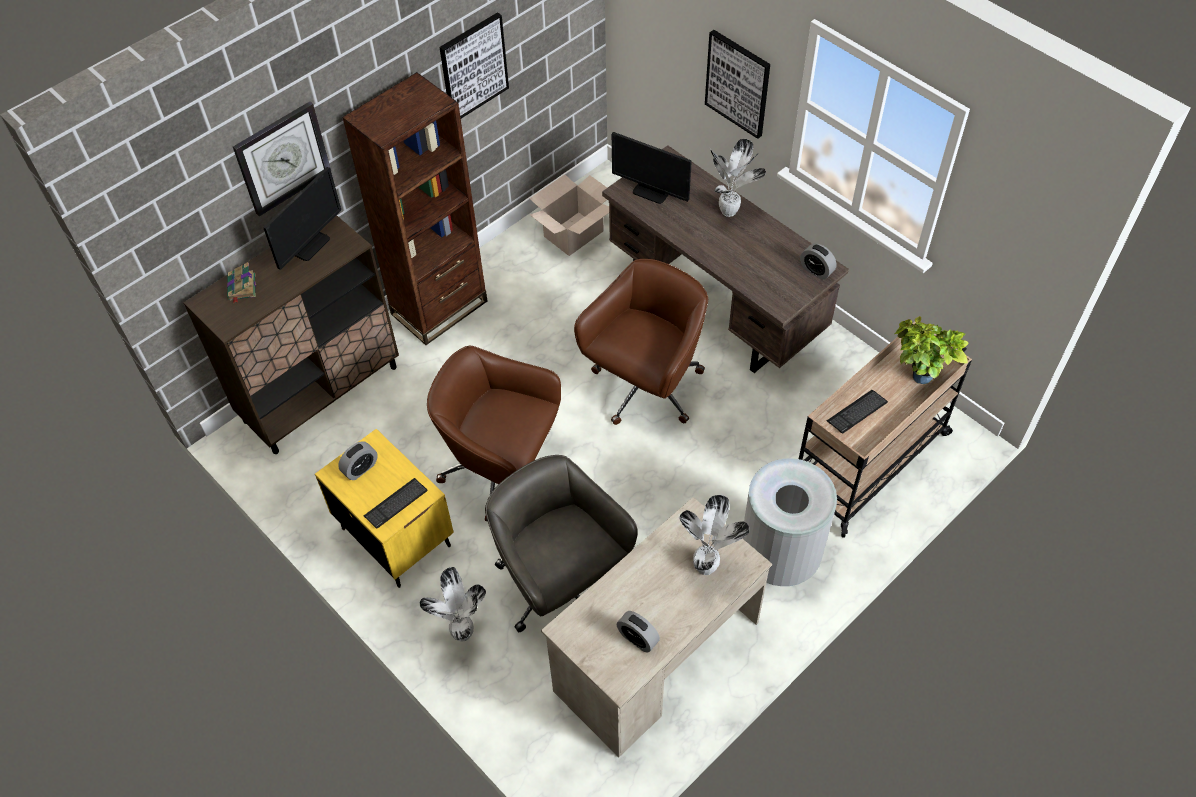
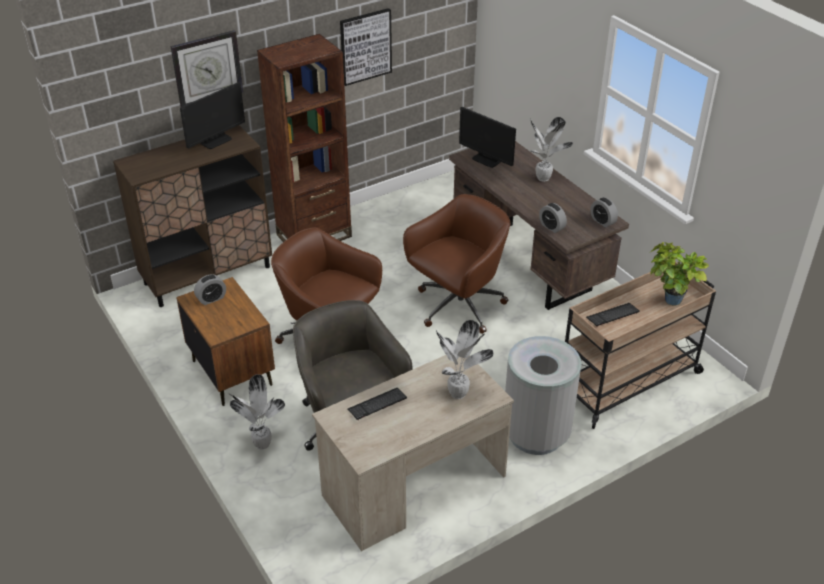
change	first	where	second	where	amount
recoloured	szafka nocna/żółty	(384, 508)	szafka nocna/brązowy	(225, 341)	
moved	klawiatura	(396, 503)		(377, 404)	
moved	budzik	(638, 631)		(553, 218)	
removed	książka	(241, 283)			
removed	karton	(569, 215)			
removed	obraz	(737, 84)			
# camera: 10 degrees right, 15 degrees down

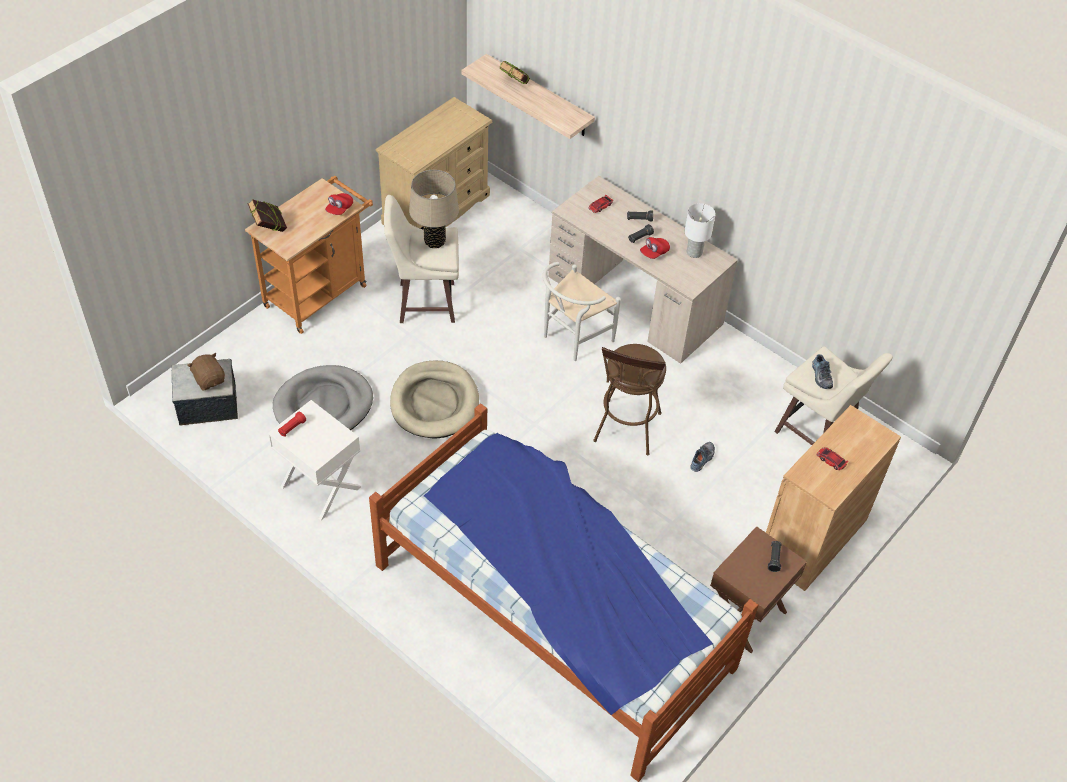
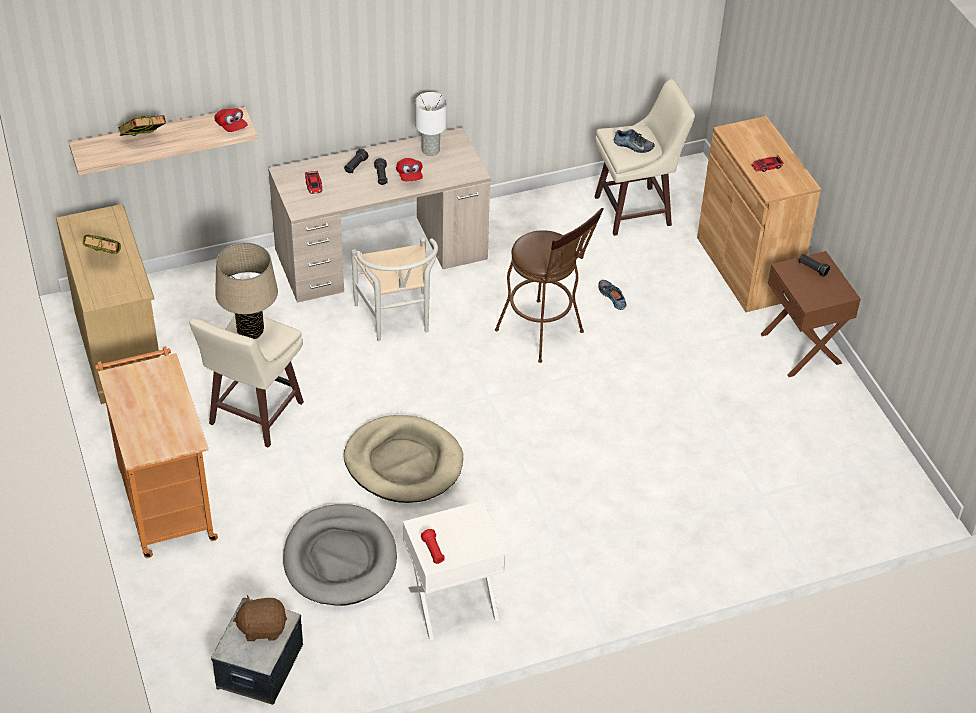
change	first	where	second	where	amount
moved	książka	(267, 215)		(102, 244)	
moved	czapka z daszkiem/czerwony	(339, 204)		(230, 120)	
removed	łóżko	(564, 592)			
# camera: 60 degrees left, 5 degrees down

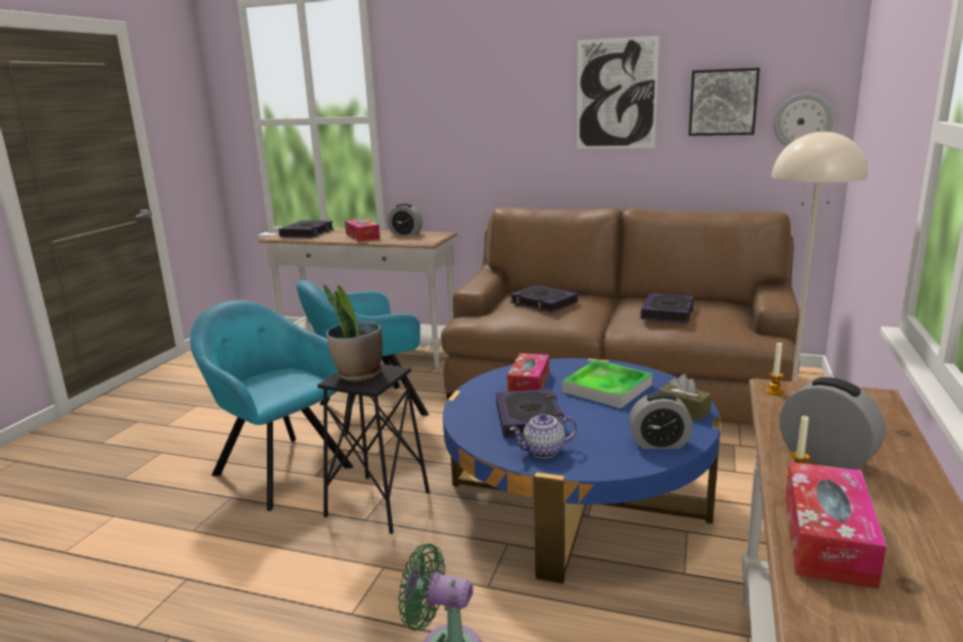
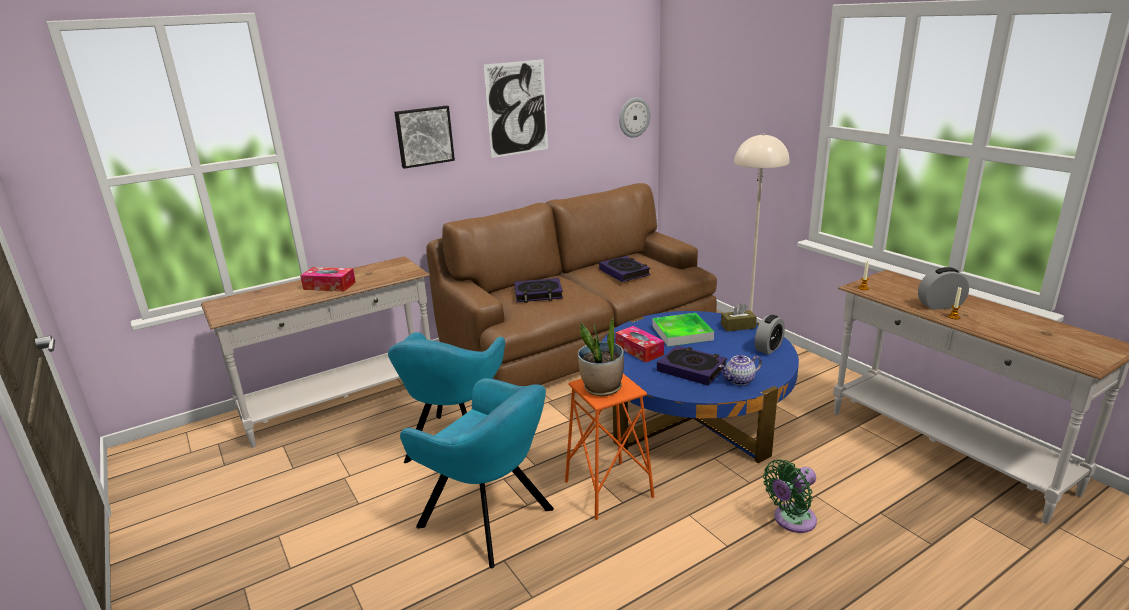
change	first	where	second	where	amount
moved	obraz	(724, 102)		(424, 137)	
turned	fotel/turkusowy	(271, 405)		(477, 473)	135 degrees counterclockwise
recoloured	stołek/czarny	(374, 449)	stołek/pomarańczowy	(609, 447)	
turned	imbryk	(543, 435)		(740, 369)	45 degrees clockwise
removed	książka	(306, 229)			
removed	budzik	(405, 219)			
removed	pudełko chusteczek	(836, 525)			
# camera: 50 degrees left, 5 degrees up

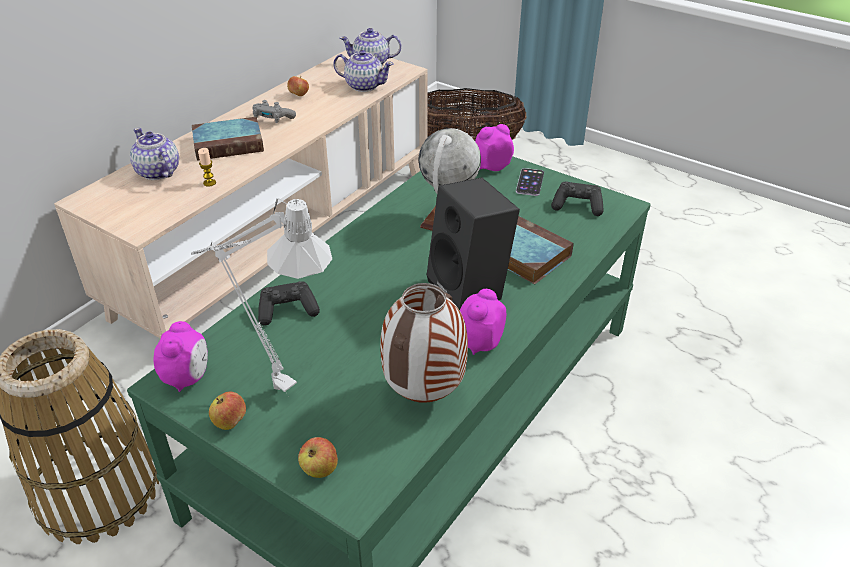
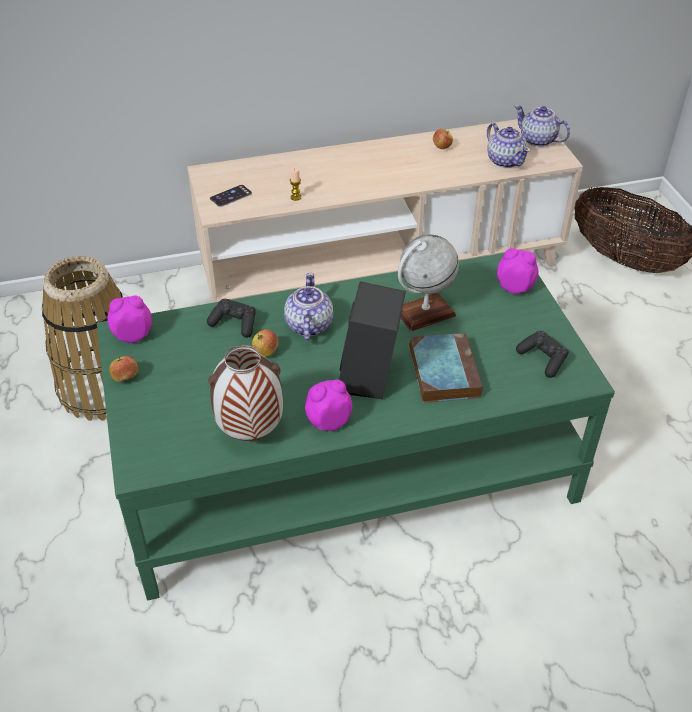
change	first	where	second	where	amount
turned	budzik	(180, 356)		(129, 319)	150 degrees counterclockwise
moved	telefon	(530, 182)		(231, 196)	
moved	jabłko	(318, 457)		(265, 343)	
moved	imbryk	(154, 154)		(308, 307)	
removed	lampa stołowa/szary	(261, 295)			
removed	książka	(228, 139)			
removed	pad do gier/szary	(274, 111)			
# camera: 40 degrees right, 5 degrees up

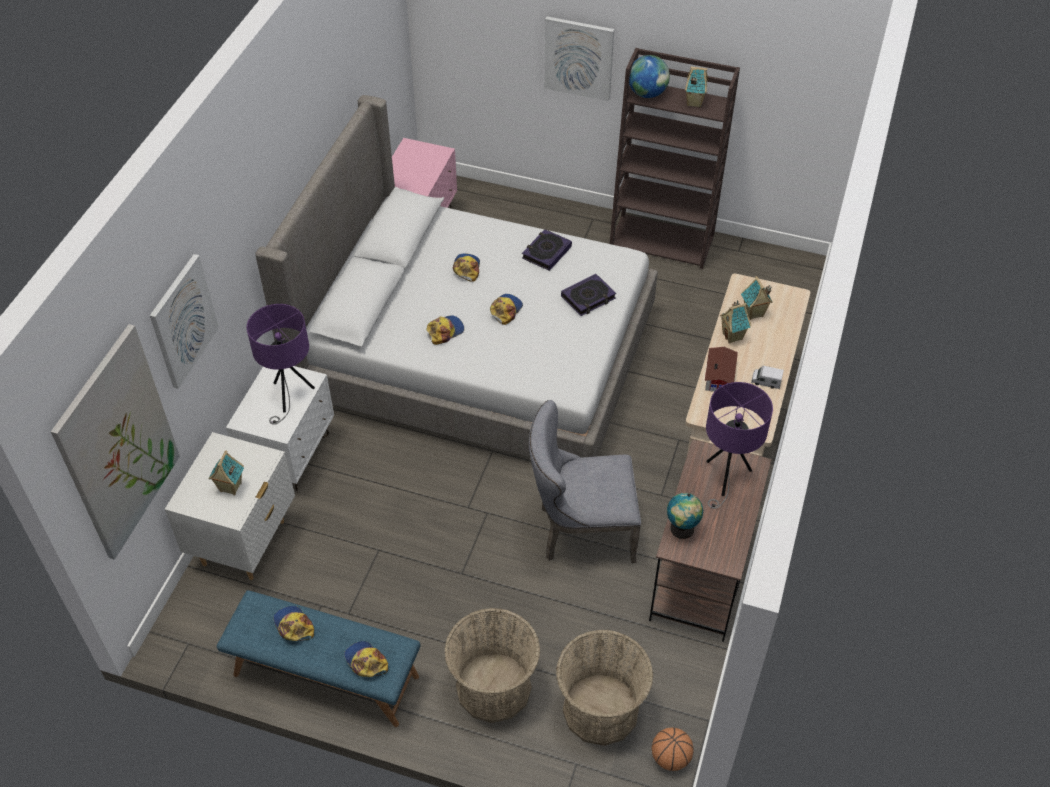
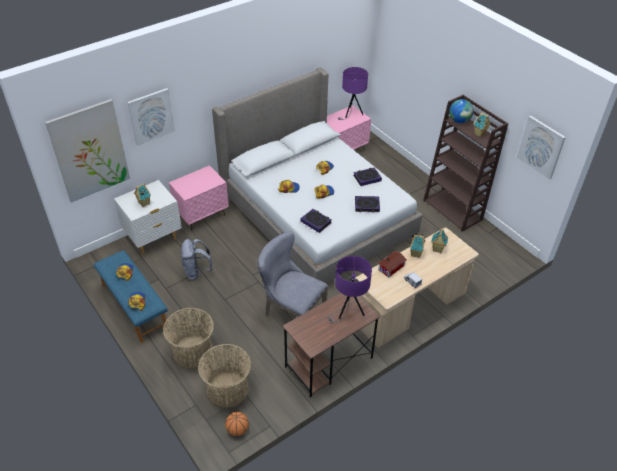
change	first	where	second	where	amount
recoloured	szafka nocna/biały	(280, 428)	szafka nocna/różowy	(199, 197)	
added			plecak/szary	(197, 259)	
added			książka	(316, 221)	
moved	lampa stołowa/fioletowy	(281, 364)		(353, 93)	
moved	obraz	(579, 58)		(541, 148)	
removed	globus	(685, 516)			
# camera: 35 degrees right, 5 degrees down

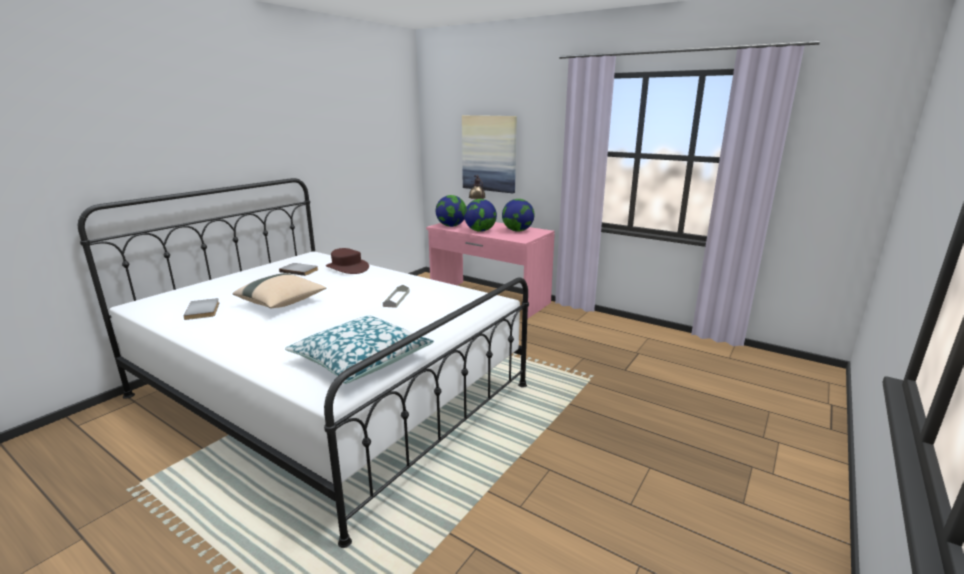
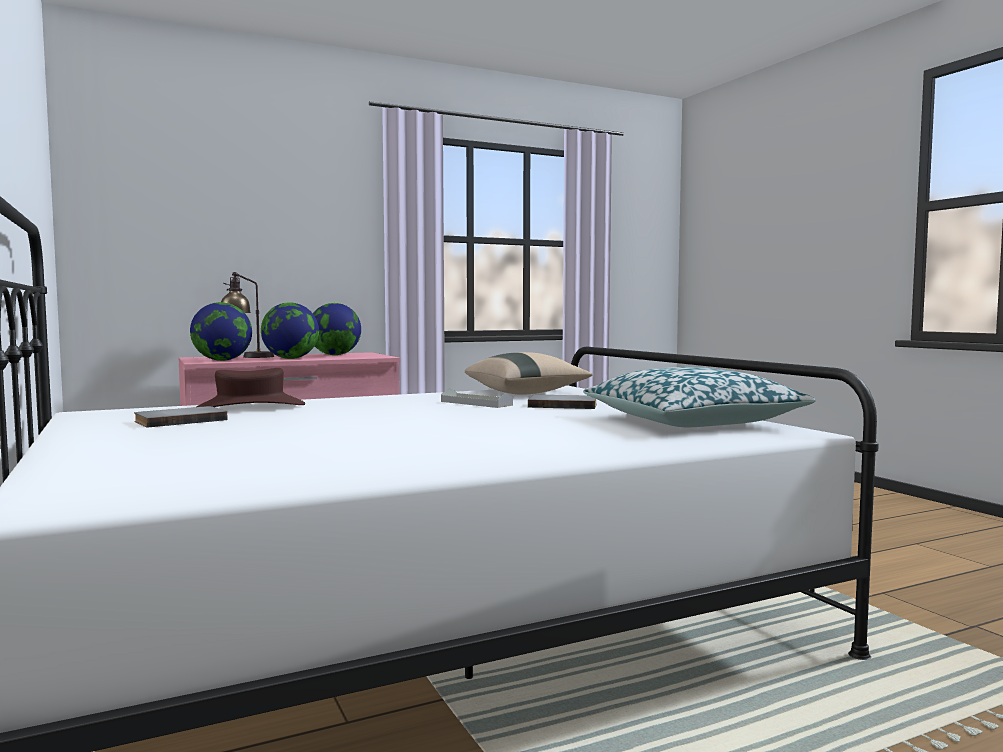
change	first	where	second	where	amount
moved	poduszka/beżowy	(279, 290)		(529, 373)	
moved	książka/szary	(201, 309)		(562, 402)	
removed	obraz	(489, 154)			
# camera: 60 degrees left, 15 degrees down

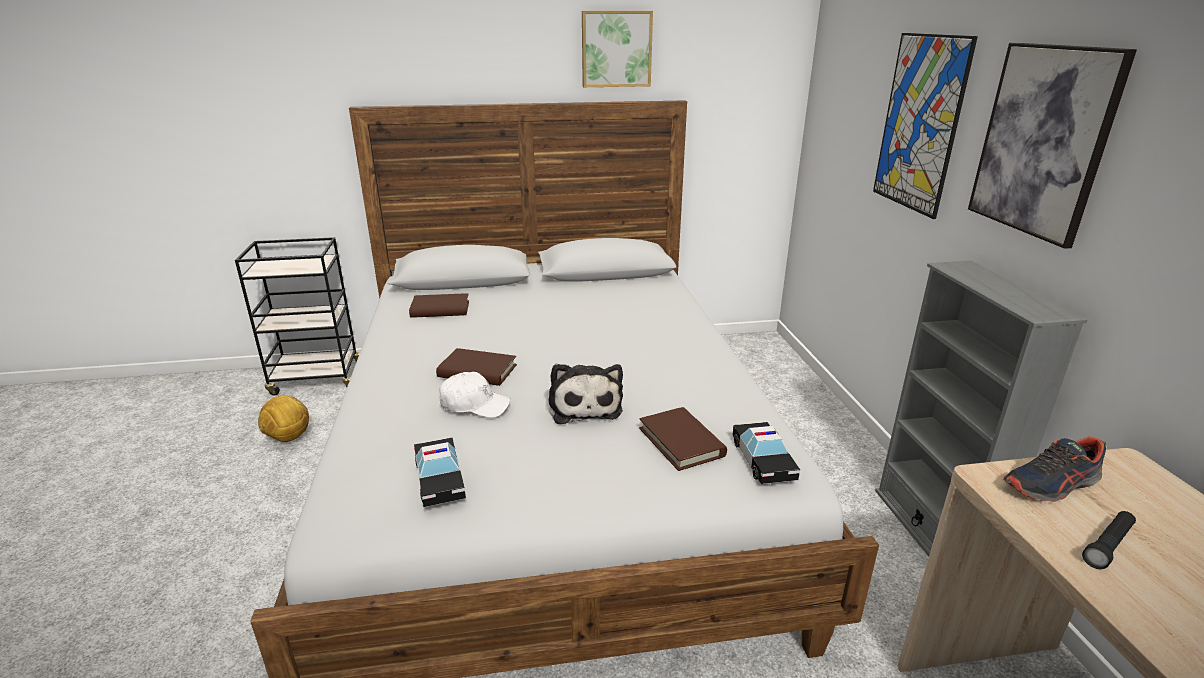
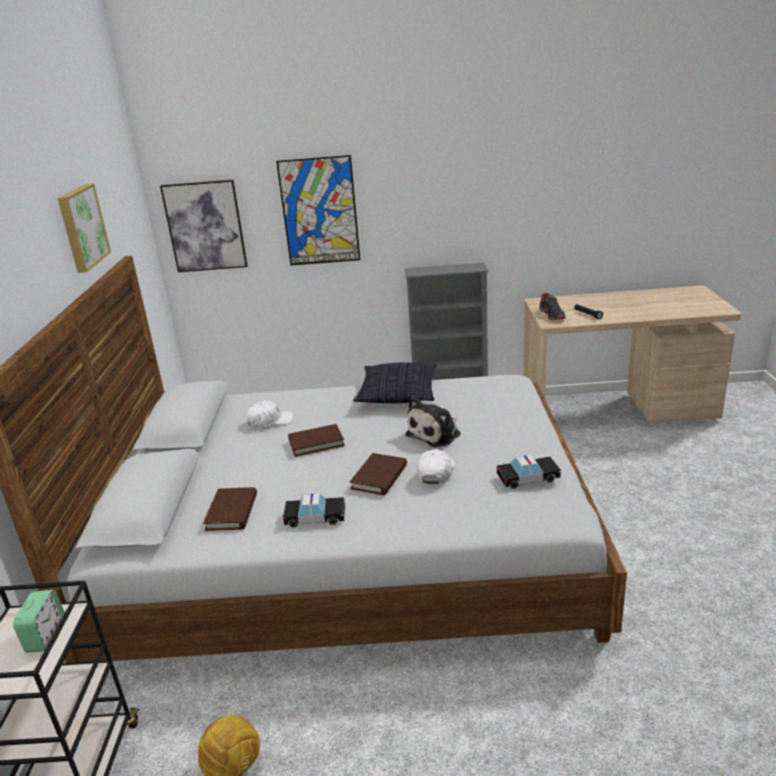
change	first	where	second	where	amount
added			budzik	(39, 621)	
moved	obraz	(1052, 146)		(204, 226)	
added			czapka z daszkiem/biały	(269, 414)	
moved	samochodzik	(766, 453)		(314, 511)	
moved	książka/brązowy	(683, 439)		(316, 440)	
added			poduszka	(395, 382)	
turned	pluszak	(586, 394)		(433, 422)	135 degrees clockwise
# camera: 80 degrees left, 0 degrees up

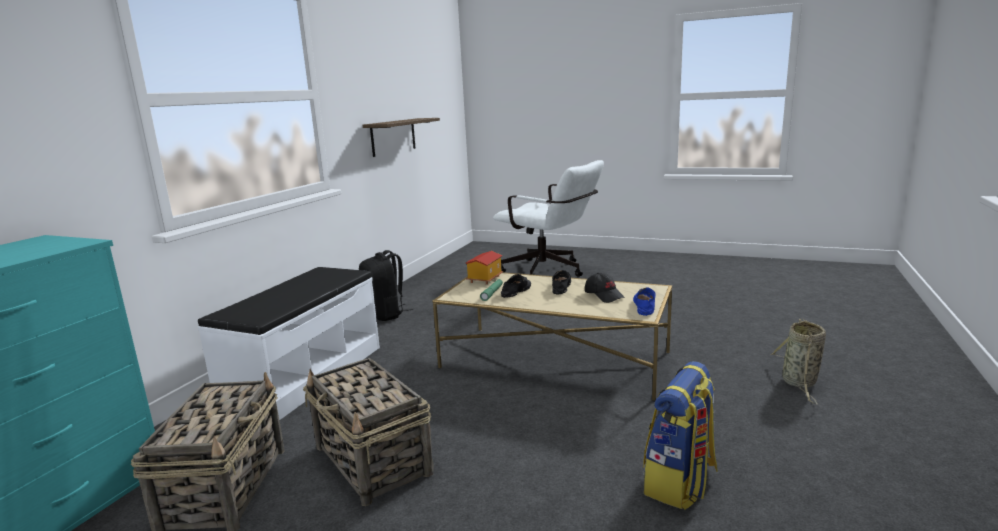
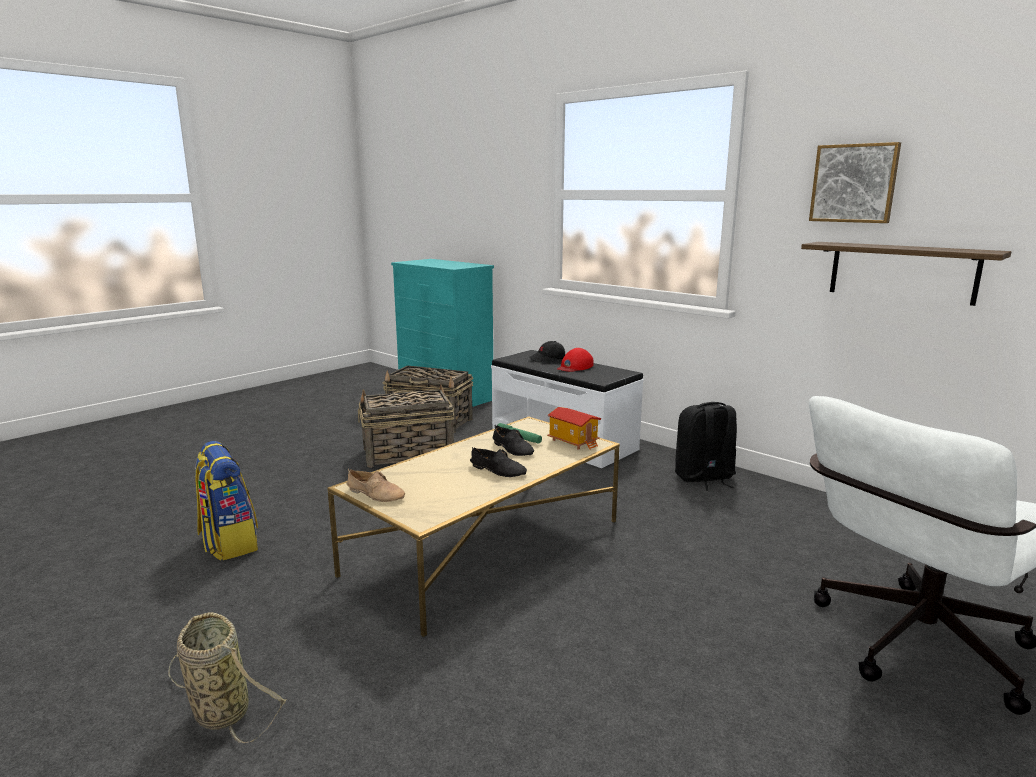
change	first	where	second	where	amount
recoloured	but/niebieski	(644, 301)	but/beżowy	(375, 485)	
moved	czapka z daszkiem/czarny	(605, 288)		(547, 352)	
added			czapka z daszkiem/czerwony	(575, 360)	
added			obraz	(855, 182)	
# camera: 110 degrees right, 0 degrees up

